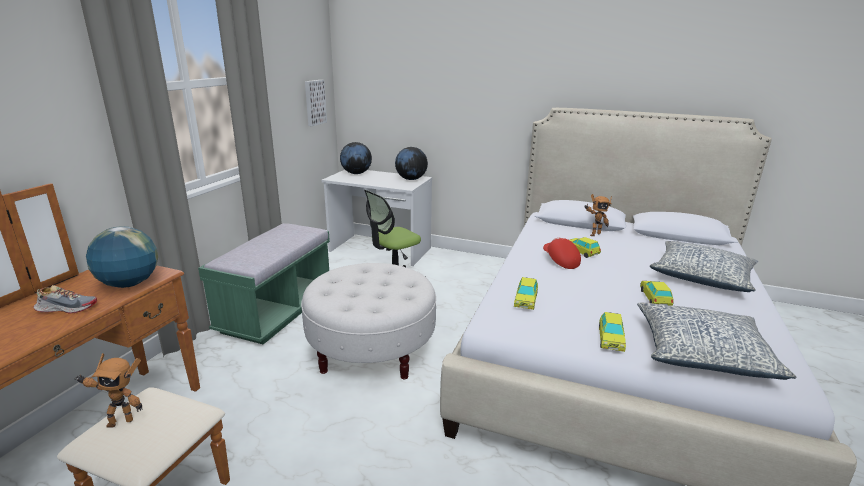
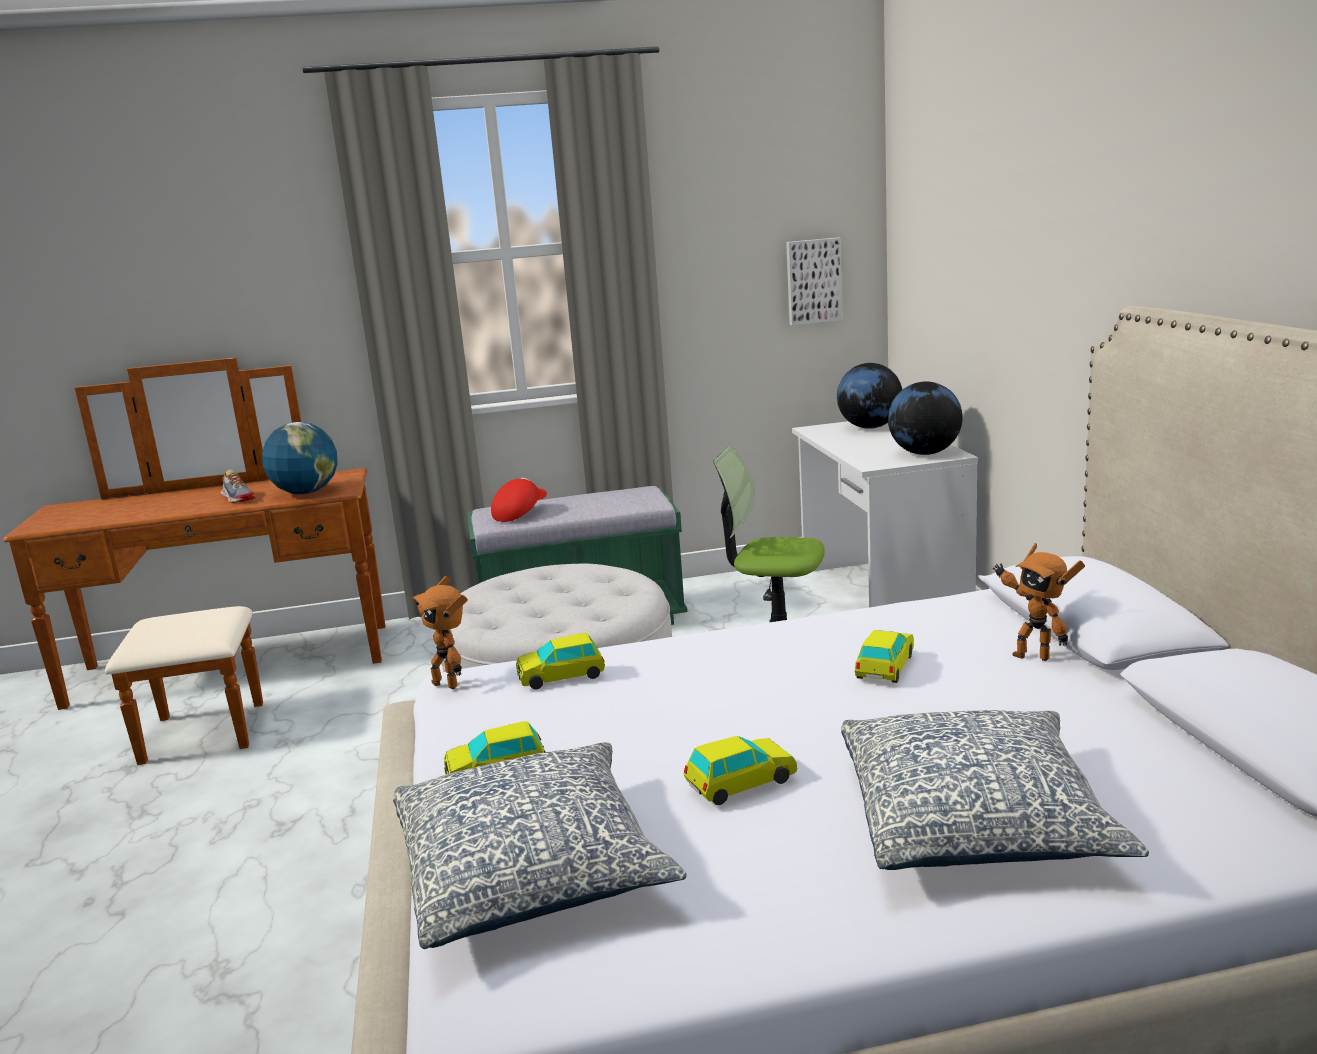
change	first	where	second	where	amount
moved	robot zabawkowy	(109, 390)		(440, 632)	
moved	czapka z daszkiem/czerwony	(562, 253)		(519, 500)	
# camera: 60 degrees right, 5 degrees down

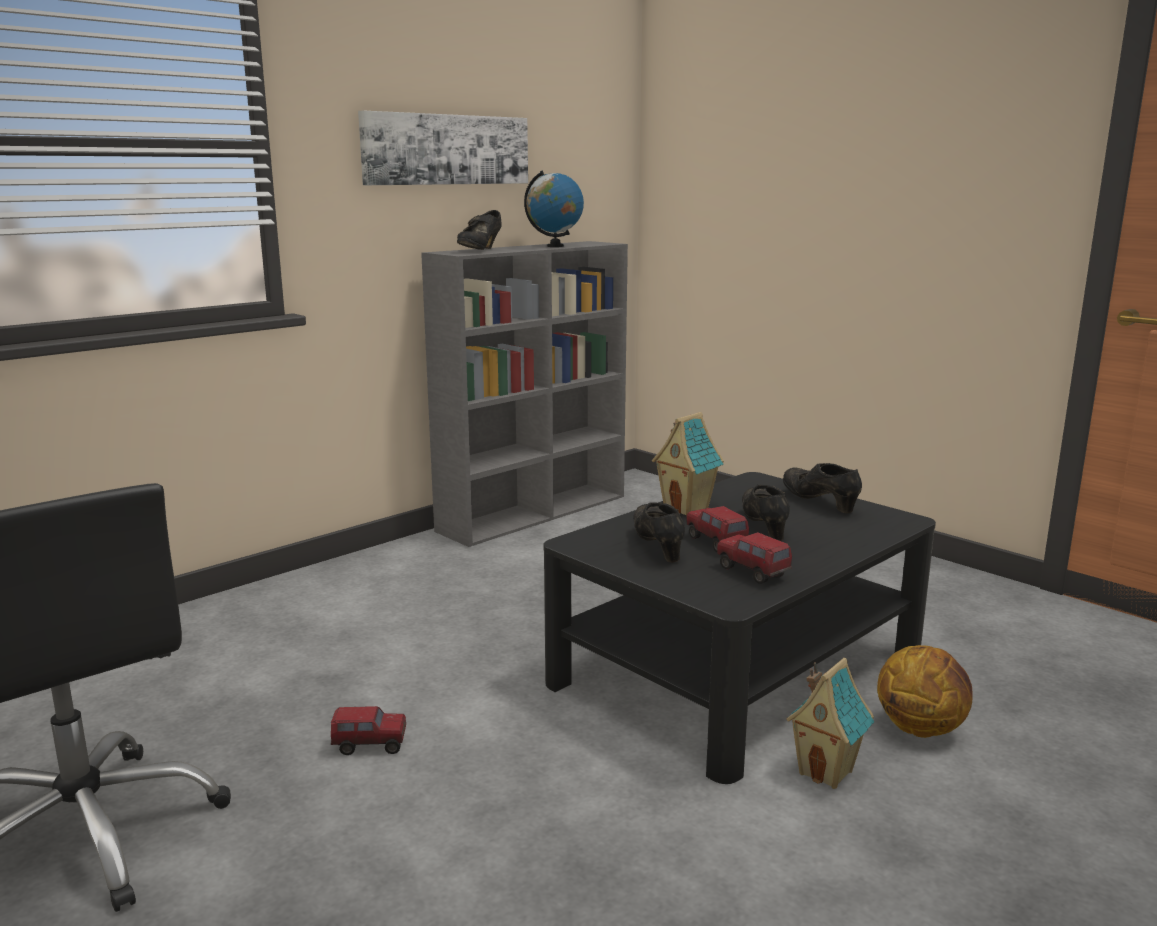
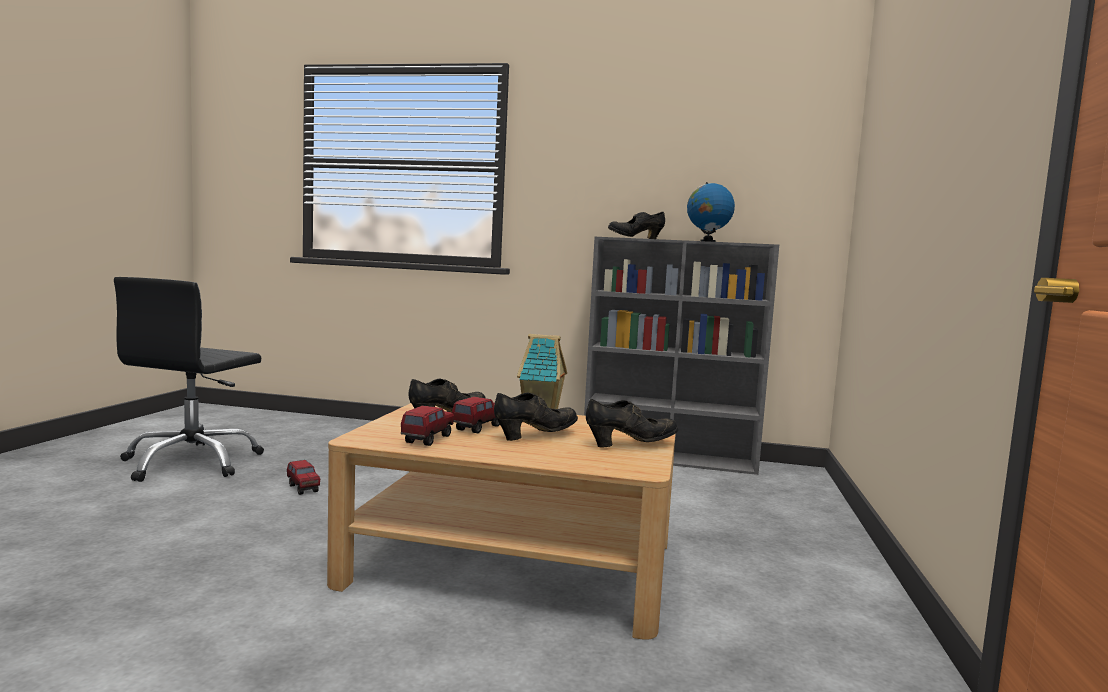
change	first	where	second	where	amount
recoloured	ława/czarny	(739, 628)	ława/beżowy	(501, 521)	
turned	but/czarny	(822, 488)		(632, 423)	45 degrees clockwise
removed	obraz	(443, 148)			
removed	domek	(830, 723)			
removed	piłka do koszykówki	(925, 691)			
# camera: 55 degrees right, 10 degrees down

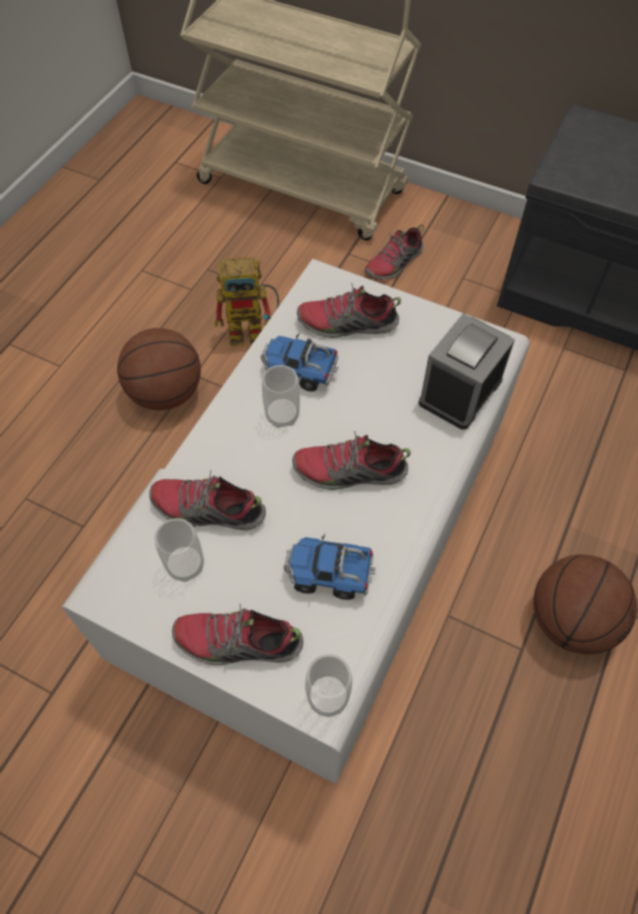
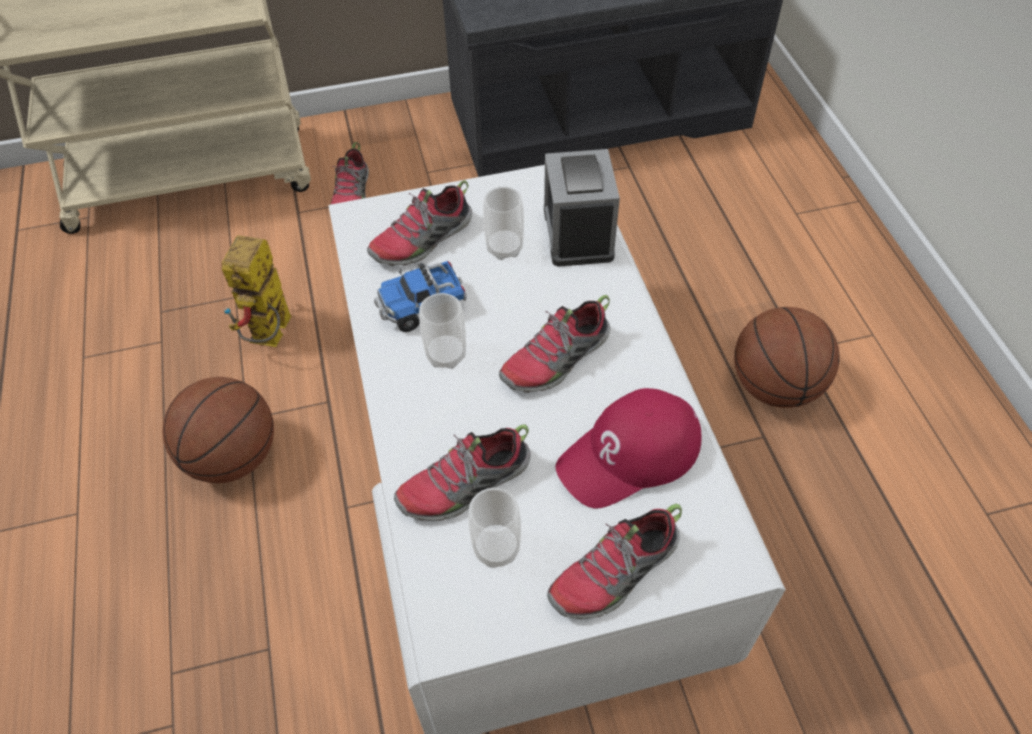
change	first	where	second	where	amount
turned	robot zabawkowy	(247, 301)		(257, 291)	150 degrees clockwise
moved	filiżanka	(328, 685)		(503, 223)	
replaced	ciężarówka zabawkowa	(329, 567)	czapka z daszkiem/czerwony	(629, 448)	
# camera: 40 degrees left, 5 degrees down

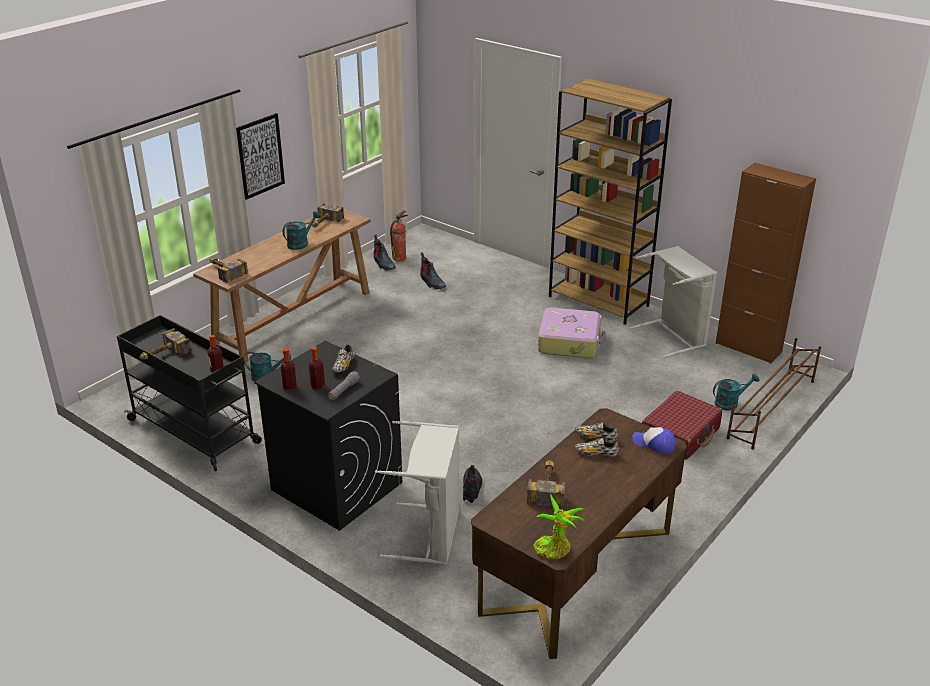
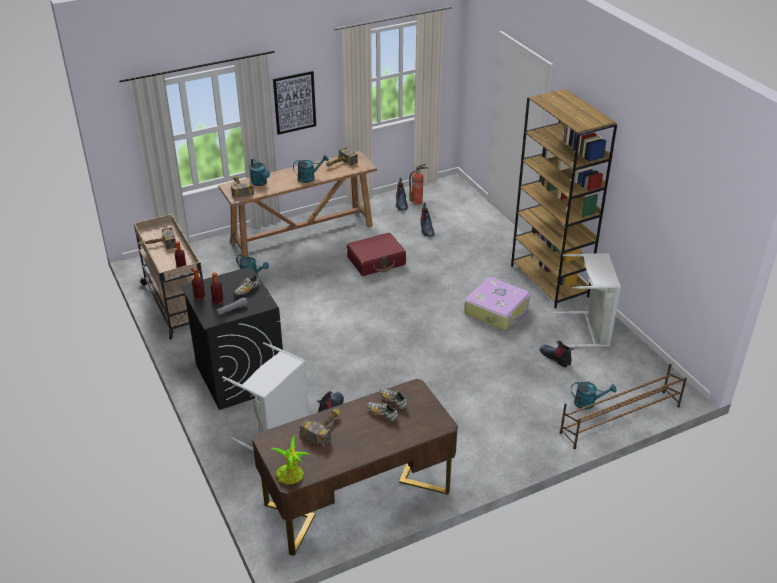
change	first	where	second	where	amount
recoloured	wózek/czarny	(189, 393)	wózek/beżowy	(168, 276)	
added			konewka/turkusowy	(260, 172)	
moved	walizka/czerwony	(682, 425)		(376, 254)	
added			but z cholewką	(557, 353)	
removed	czapka z daszkiem	(654, 440)			
removed	szafka/brązowy	(766, 263)			
# camera: 25 degrees right, 5 degrees up

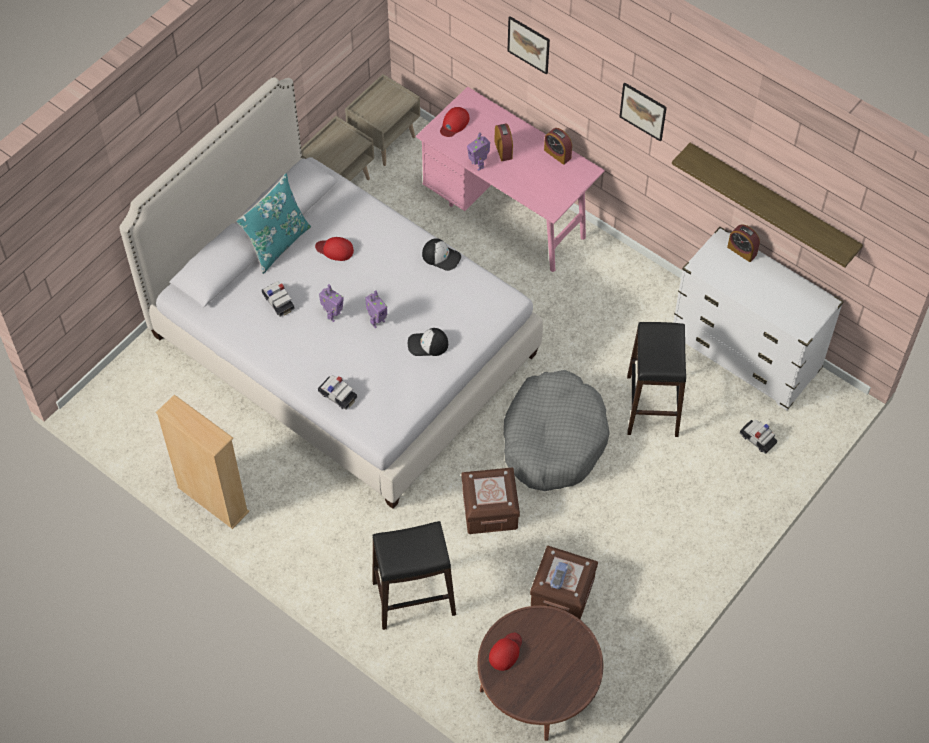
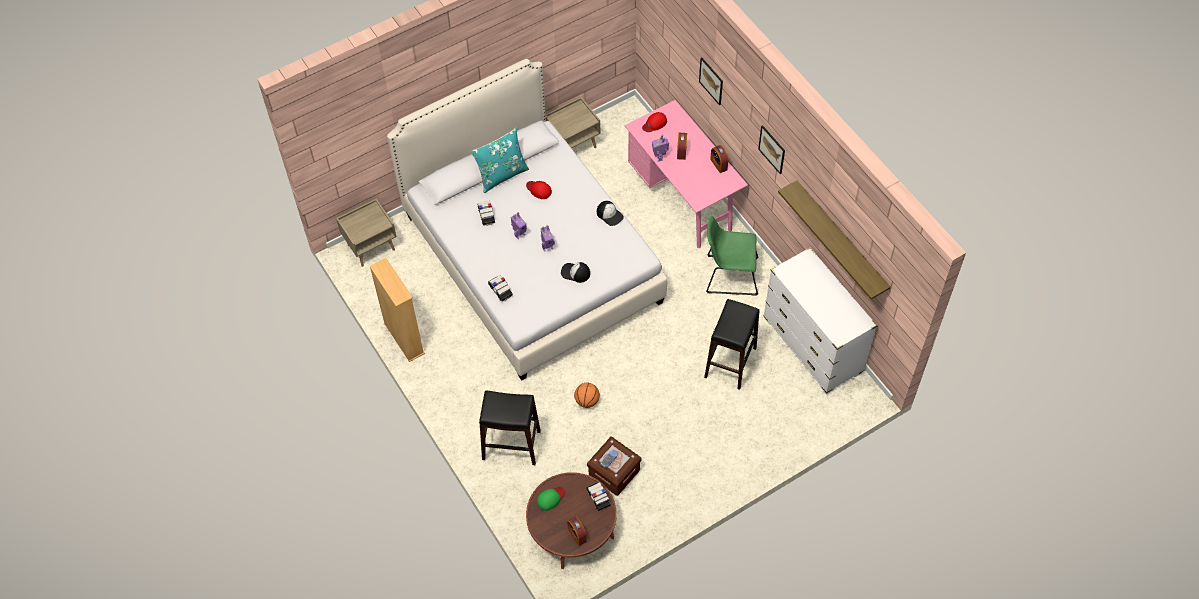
change	first	where	second	where	amount
moved	szafka nocna/beżowy	(382, 120)		(366, 233)	
recoloured	czapka z daszkiem/czerwony	(505, 652)	czapka z daszkiem/zielony	(551, 499)	
moved	budzik	(743, 243)		(577, 531)	
replaced	pojemnik do przechowywania/brązowy	(490, 500)	piłka do koszykówki	(587, 395)	
moved	samochodzik	(759, 436)		(598, 497)	
added			krzesło/zielony	(732, 255)	
removed	legowisko/szary	(557, 430)			
# camera: 20 degrees right, 0 degrees up

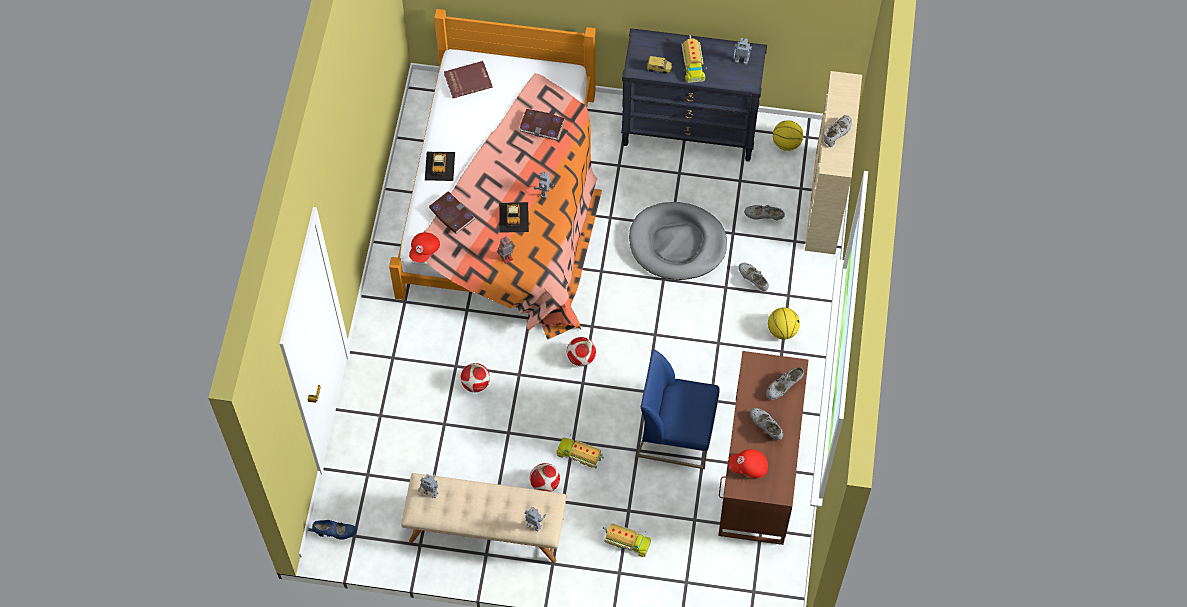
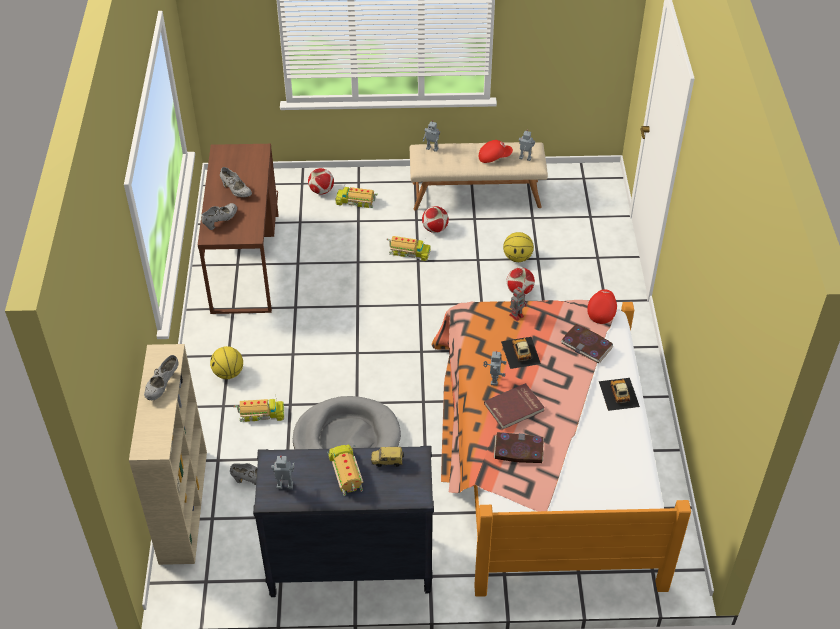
change	first	where	second	where	amount
replaced	but/szary	(753, 277)	ciężarówka zabawkowa	(259, 410)	
moved	piłka futbolowa	(581, 351)		(321, 181)	
moved	czapka z daszkiem/czerwony	(748, 463)		(496, 151)	
moved	książka/czerwony	(468, 79)		(514, 406)	
moved	piłka do koszykówki	(788, 135)		(518, 247)	
removed	but/niebieski	(334, 530)			
removed	krzesło/niebieski	(678, 409)			
# camera: 170 degrees right, 15 degrees down

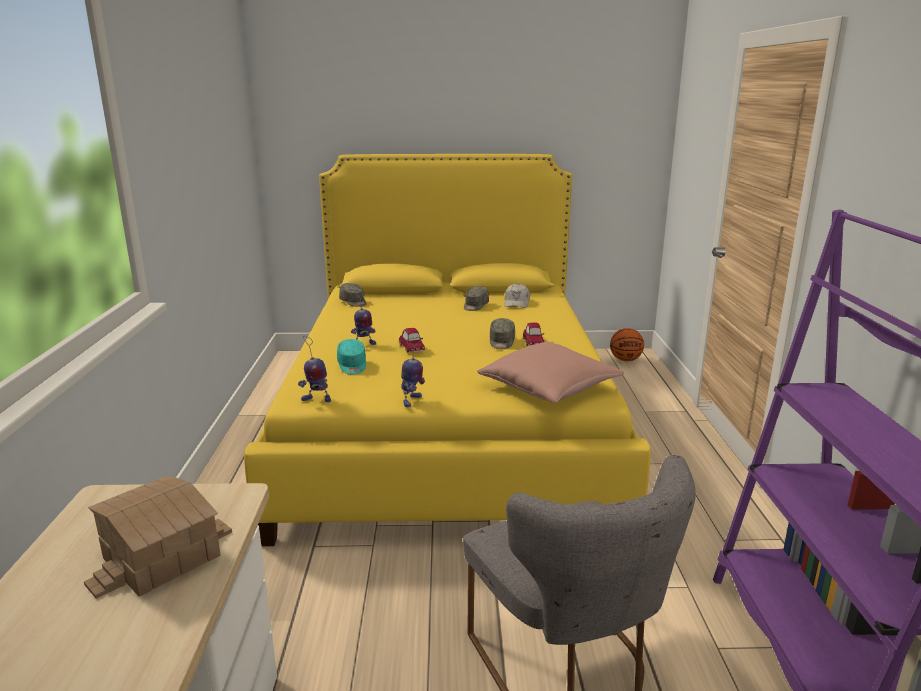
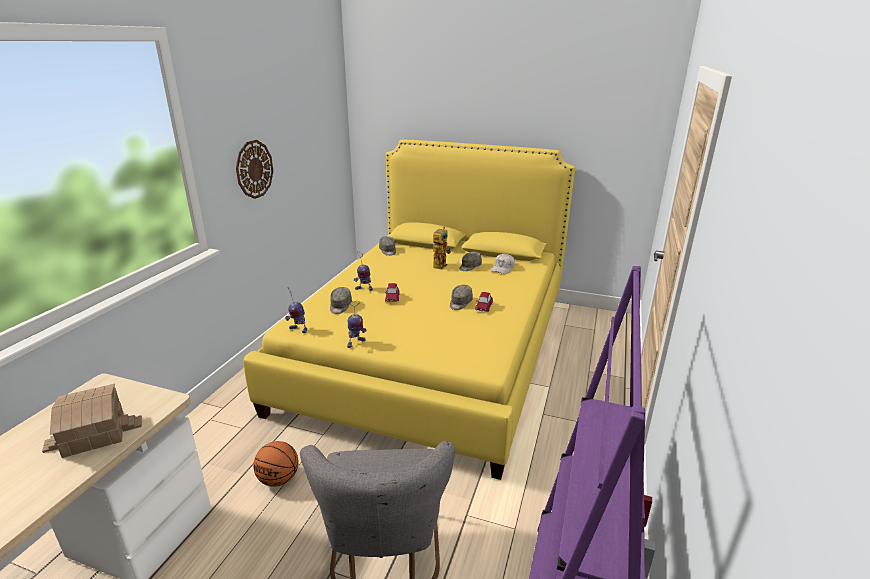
change	first	where	second	where	amount
added			zegar ścienny	(254, 169)	
moved	piłka do koszykówki	(627, 344)		(275, 464)	
recoloured	czapka z daszkiem/turkusowy	(351, 356)	czapka z daszkiem/szary	(341, 300)	
added			robot zabawkowy	(442, 248)	
removed	poduszka/różowy	(550, 372)			
# camera: 20 degrees right, 5 degrees up

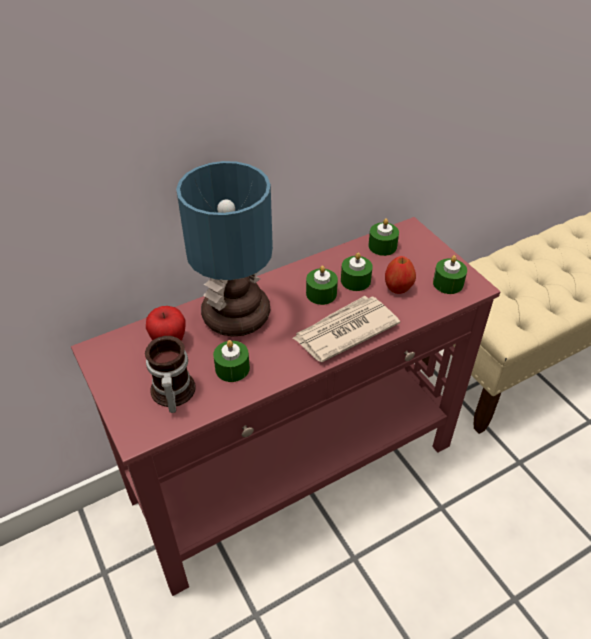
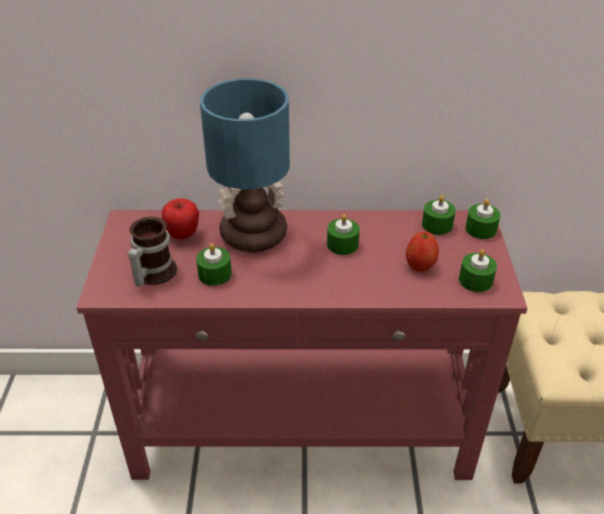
change	first	where	second	where	amount
moved	świeca/zielony	(357, 272)		(482, 219)	
removed	gazeta	(346, 329)			
# camera: 30 degrees right, 5 degrees down

